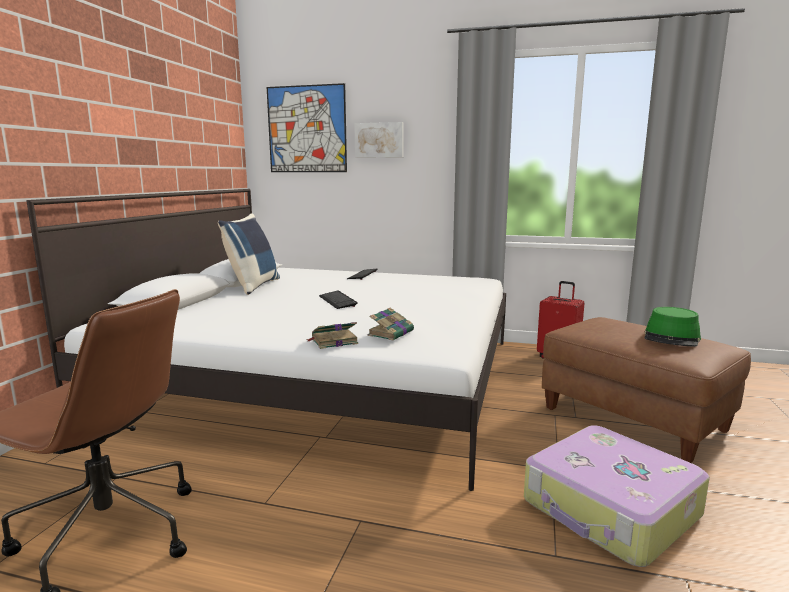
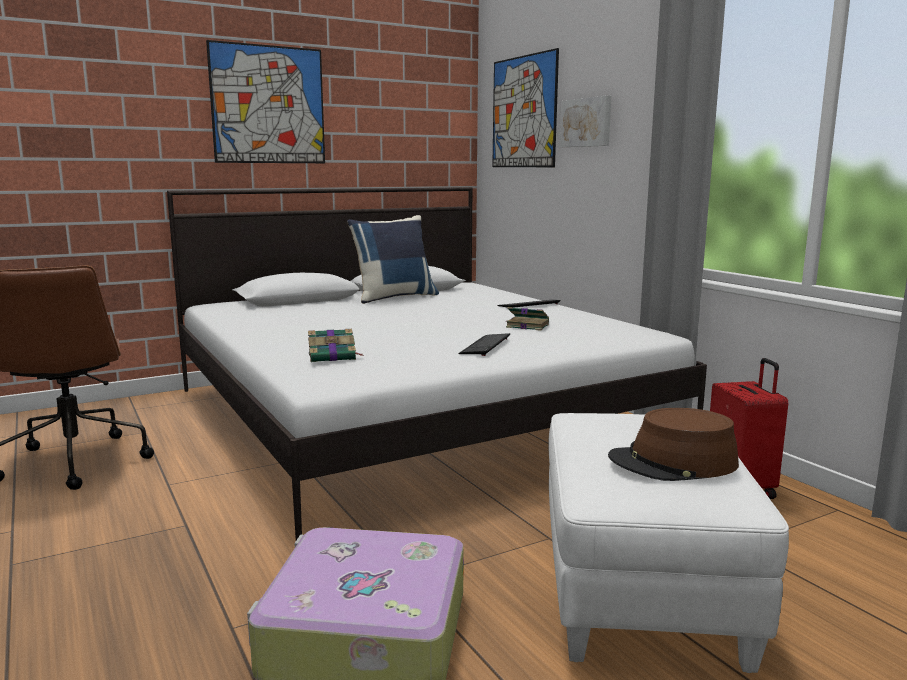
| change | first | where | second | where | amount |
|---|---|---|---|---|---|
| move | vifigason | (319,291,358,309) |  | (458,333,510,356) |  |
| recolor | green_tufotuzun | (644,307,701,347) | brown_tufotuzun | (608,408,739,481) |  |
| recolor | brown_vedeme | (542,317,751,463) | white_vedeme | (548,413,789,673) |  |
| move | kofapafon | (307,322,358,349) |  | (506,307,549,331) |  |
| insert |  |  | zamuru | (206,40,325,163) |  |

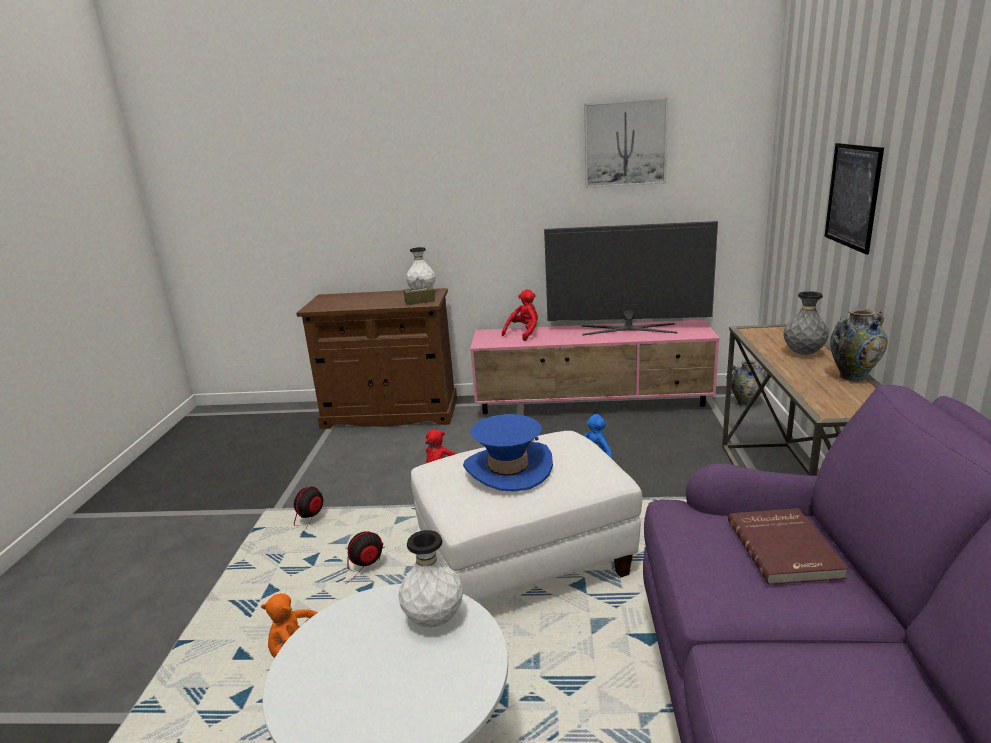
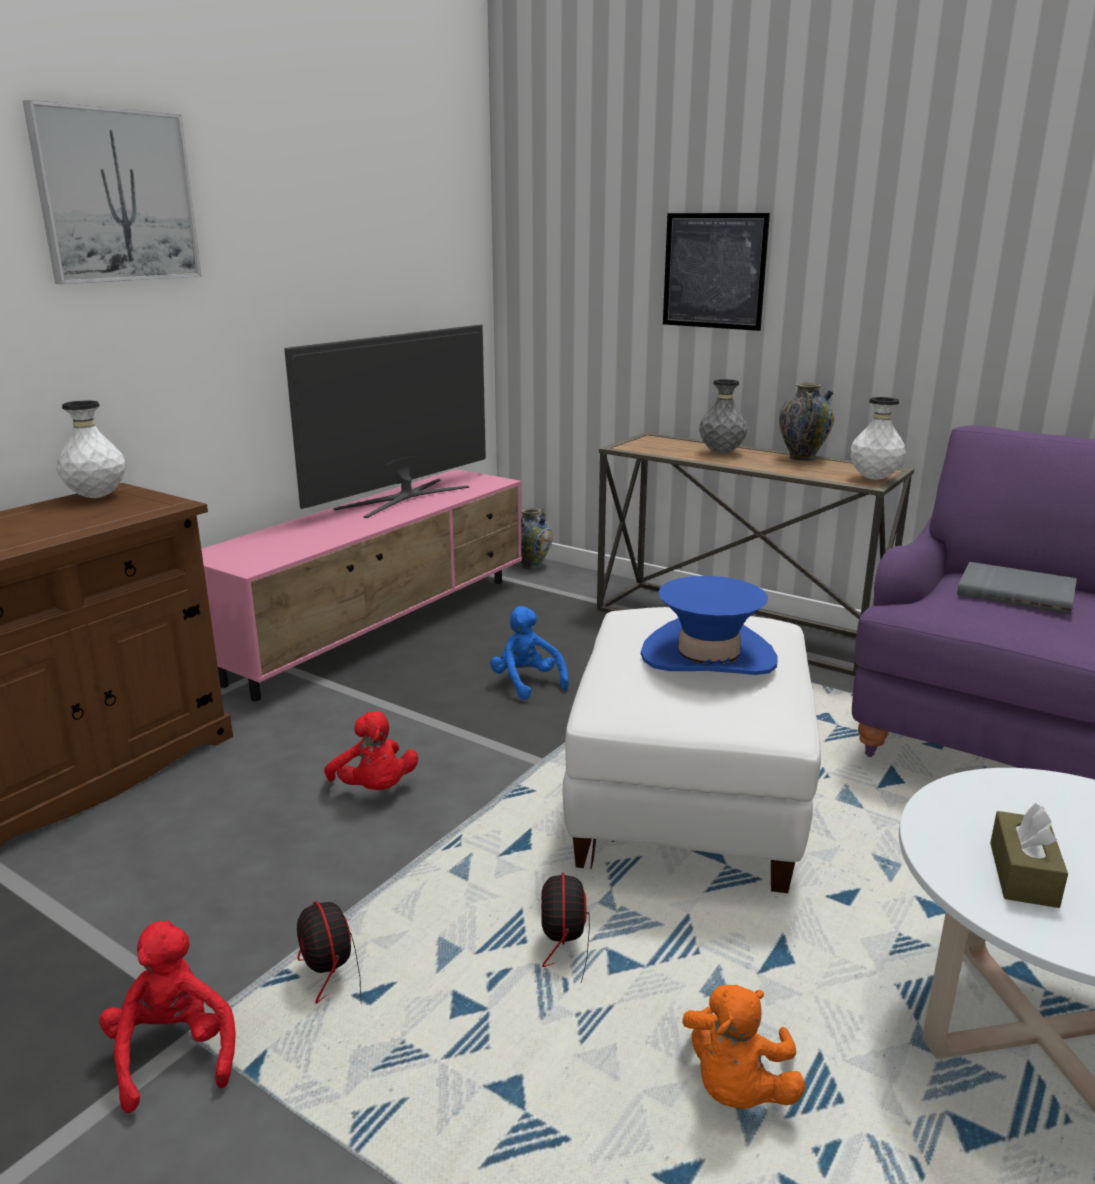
| change | first | where | second | where | amount |
|---|---|---|---|---|---|
| move | zamuru | (584,98,668,188) |  | (23,100,202,284) |  |
| move | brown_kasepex | (404,278,435,305) |  | (990,803,1068,908) |  |
| move | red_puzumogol | (502,289,538,341) |  | (99,920,236,1113) |  |
| recolor | red_kofapafon | (728,508,848,585) | grey_kofapafon | (957,562,1077,614) |  |
| move | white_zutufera | (398,530,463,627) |  | (850,397,906,480) |  |

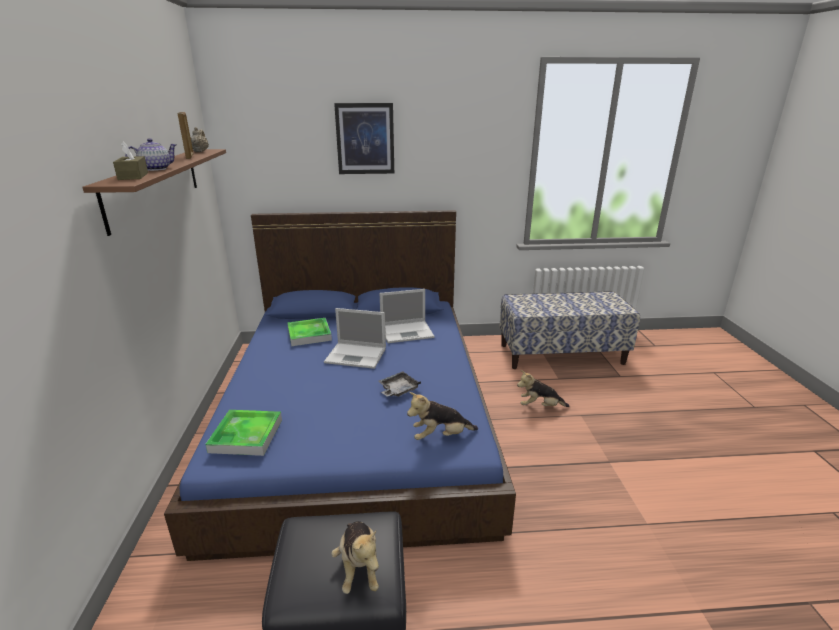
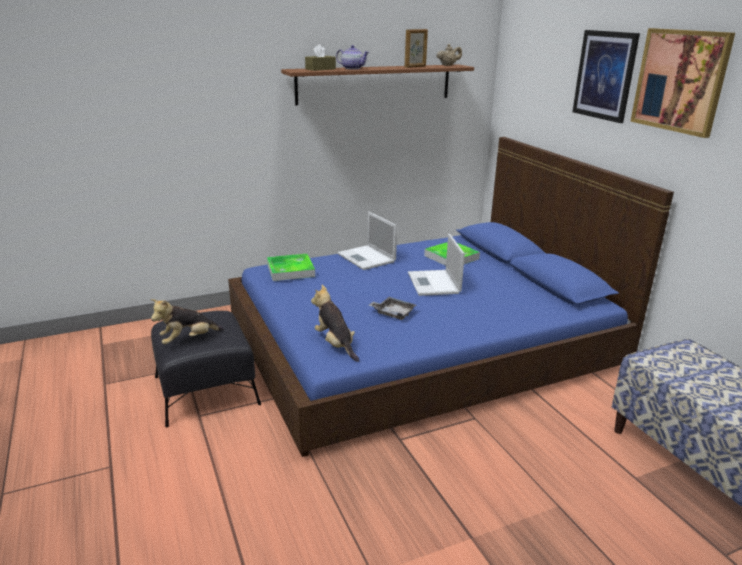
| change | first | where | second | where | amount |
|---|---|---|---|---|---|
| move | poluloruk | (380,289,435,343) |  | (337,212,397,270) |  |
| delete | puzumogol | (517,370,569,407) |  |  |  |
| insert |  |  | zamuru | (630,28,735,138) |  |

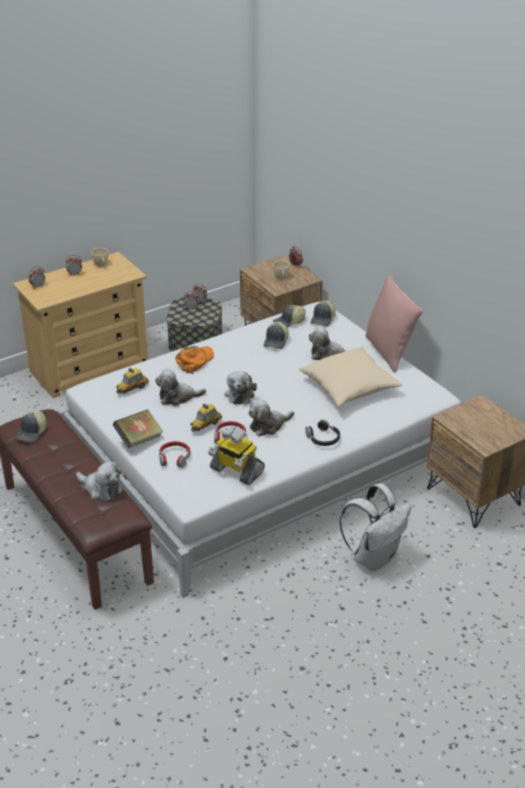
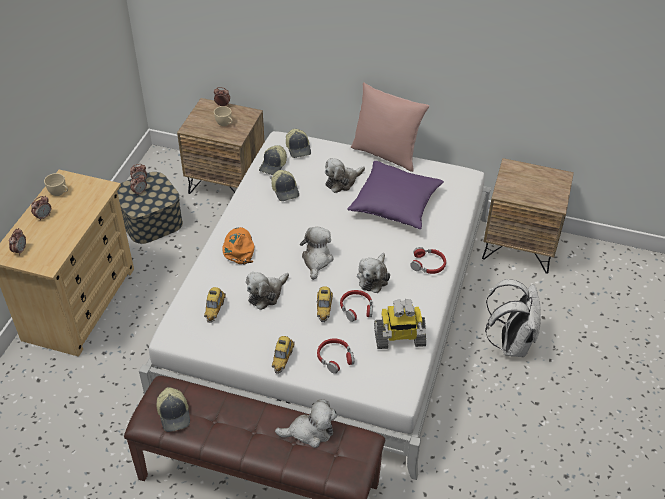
| change | first | where | second | where | amount |
|---|---|---|---|---|---|
| recolor | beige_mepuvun | (299,347,402,407) | purple_mepuvun | (347,161,444,229) |  |
| rotate | puzumogol | (224,371,257,404) |  | (300,227,333,280) | 135 degrees counterclockwise |
| replace | kofapafon | (113,409,163,448) | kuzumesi | (272,336,295,374) |  |
| recolor | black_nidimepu | (305,419,340,446) | red_nidimepu | (410,247,446,274) |  |

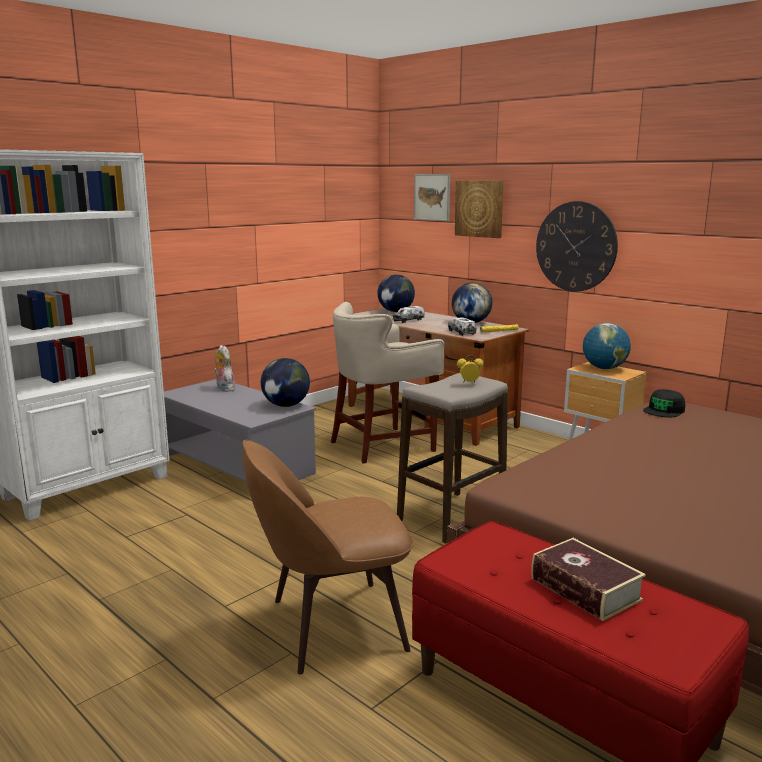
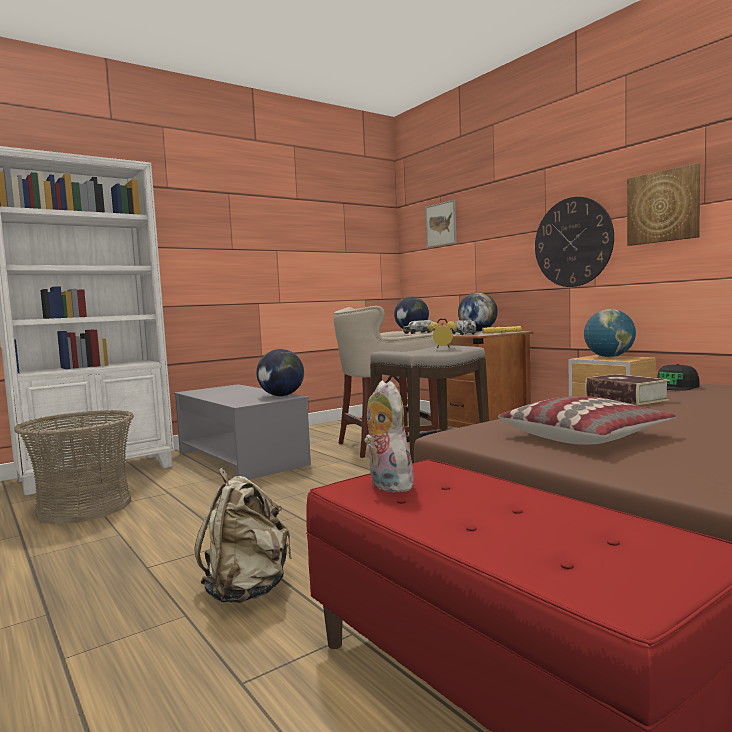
| change | first | where | second | where | amount |
|---|---|---|---|---|---|
| move | zamuru | (455,180,504,238) |  | (627,163,700,246) |  |
| move | puzumogol | (214,345,235,392) |  | (364,381,417,493) |  |
| replace | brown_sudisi | (242,440,414,675) | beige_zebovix | (194,468,292,603) |  |
| move | kofapafon | (531,538,646,621) |  | (585,374,670,405) |  |
| insert |  |  | mepuvun | (498,396,676,445) |  |
| insert |  |  | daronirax | (14,410,134,524) |  |

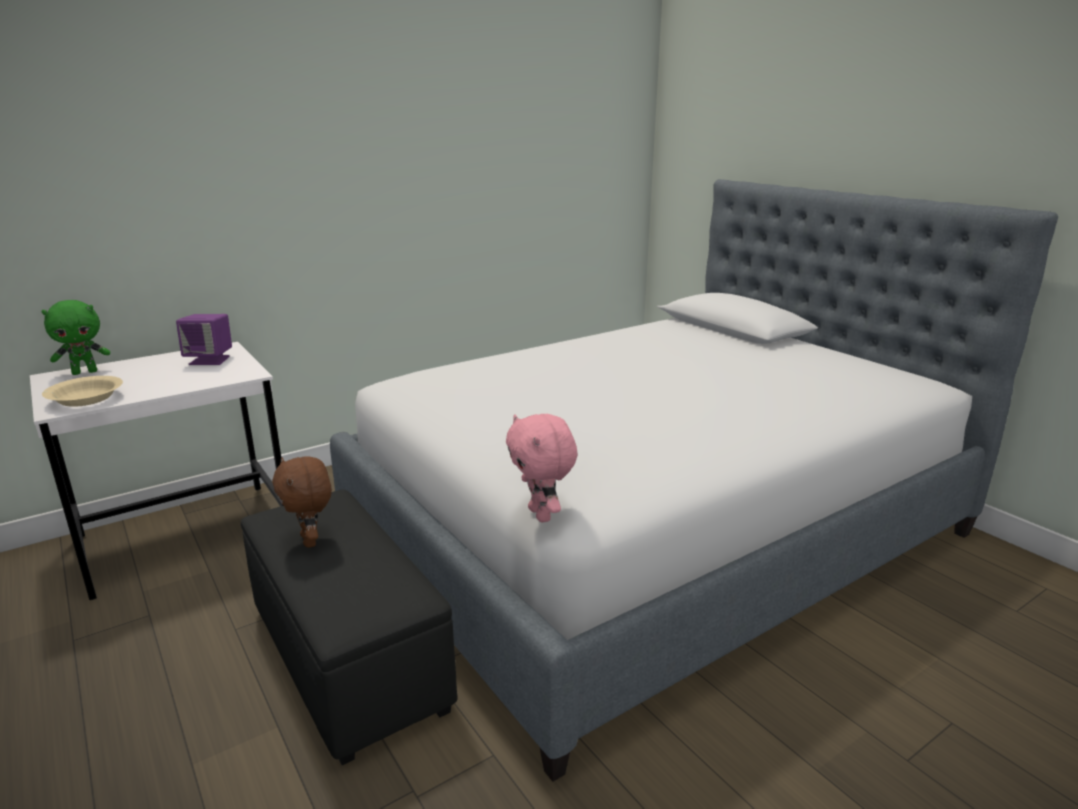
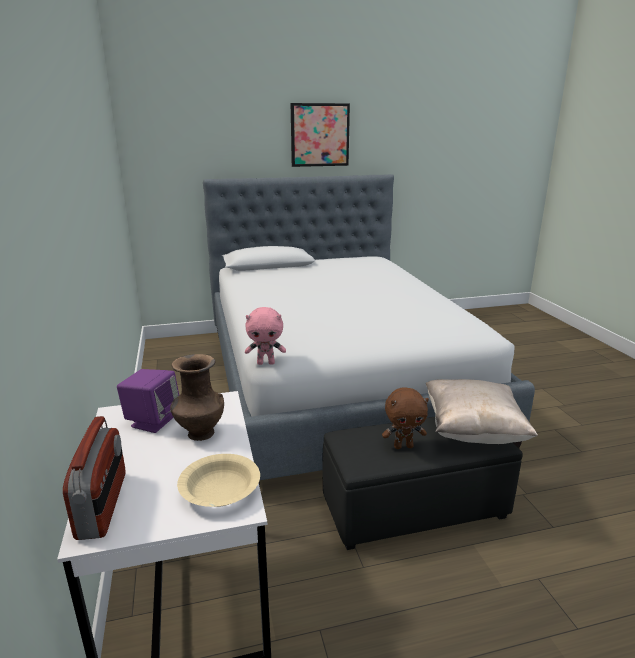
| change | first | where | second | where | amount |
|---|---|---|---|---|---|
| replace | green_puzumogol | (42,300,110,375) | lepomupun | (63,416,126,540) |  |
| move | pink_puzumogol | (506,414,578,522) |  | (245,307,286,365) |  |
| insert |  |  | zamuru | (291,103,350,167) |  |
| insert |  |  | brown_zutufera | (170,354,224,441) |  |
| insert |  |  | beige_mepuvun | (426,379,538,444) |  |

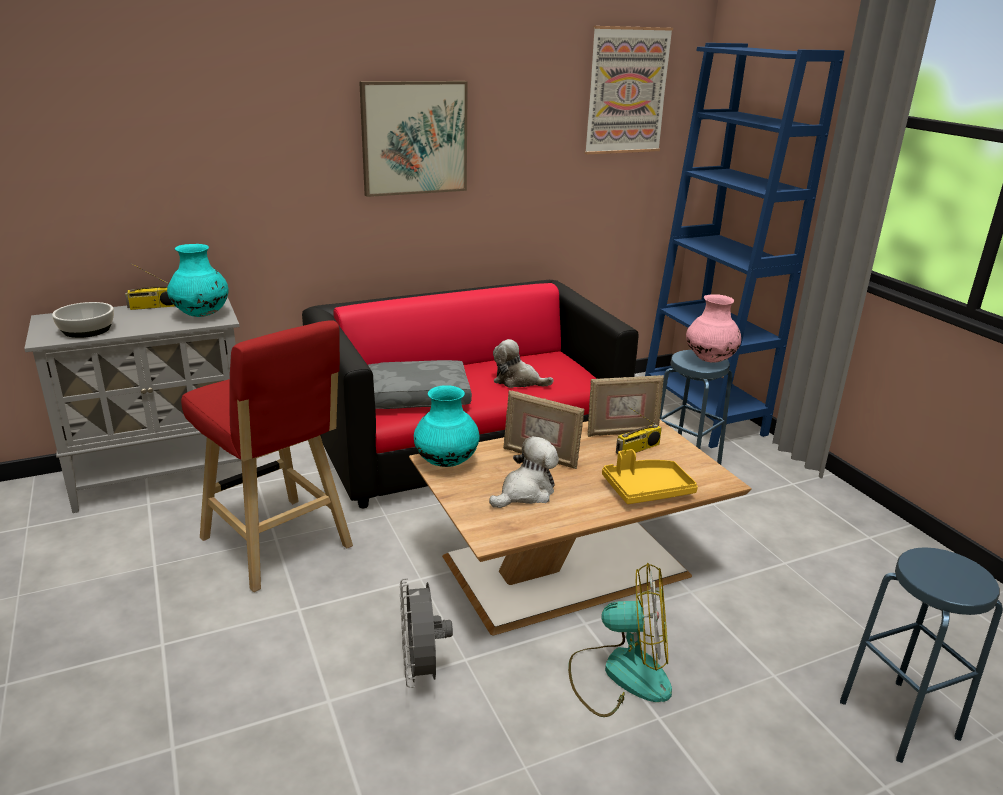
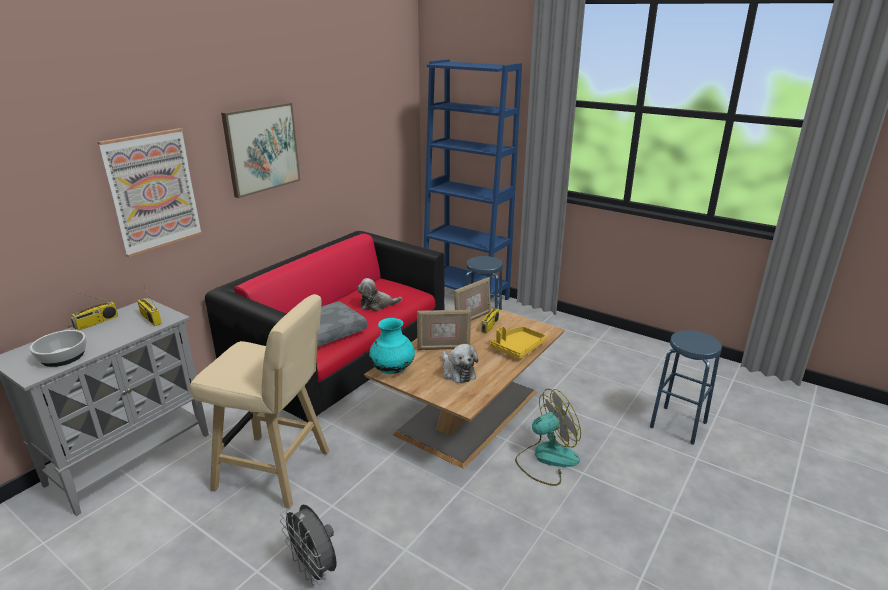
| change | first | where | second | where | amount |
|---|---|---|---|---|---|
| move | zamuru | (585,26,673,154) |  | (98,128,202,257) |  |
| replace | turquoise_zutufera | (167,244,228,317) | lepomupun | (137,281,162,326) |  |
| delete | pink_zutufera | (686,294,741,363) |  |  |  |
| recolor | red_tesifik | (181,320,353,592) | beige_tesifik | (190,294,329,508) |  |
| rotate | puzumogol | (489,436,559,508) |  | (442,344,478,384) | 135 degrees clockwise |
| move | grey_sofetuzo | (400,578,453,688) |  | (280,504,337,586) |  |

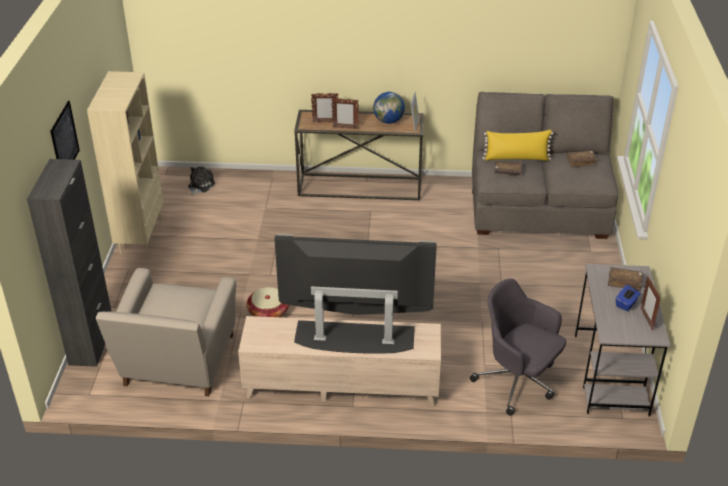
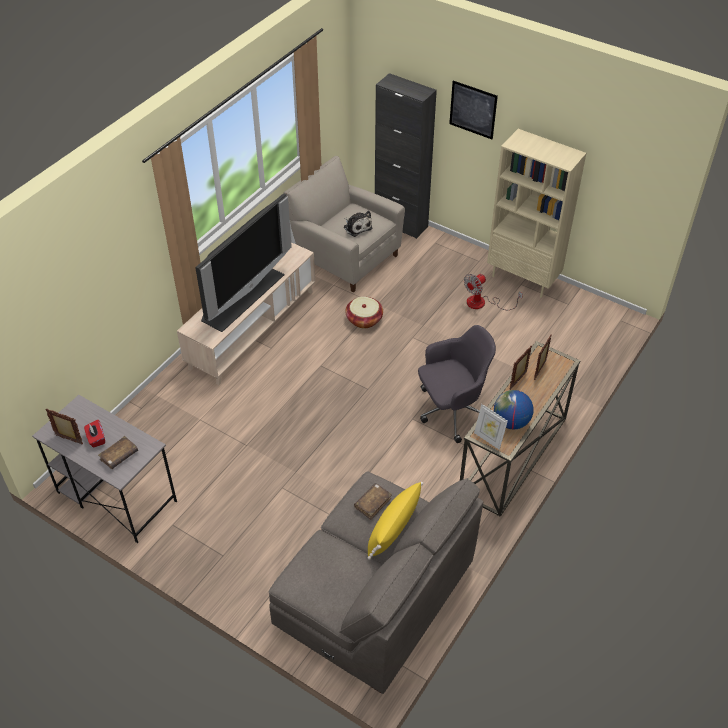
| change | first | where | second | where | amount |
|---|---|---|---|---|---|
| delete | brown_kofapafon | (567,150,598,167) |  |  |  |
| move | puzumogol | (188,167,215,196) |  | (344,211,372,237) |  |
| move | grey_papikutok | (470,278,566,416) |  | (418,325,496,443) |  |
| recolor | blue_kasepex | (616,285,640,311) | red_kasepex | (84,420,105,448) |  |
| insert |  |  | sofetuzo | (464,274,523,310) |  |

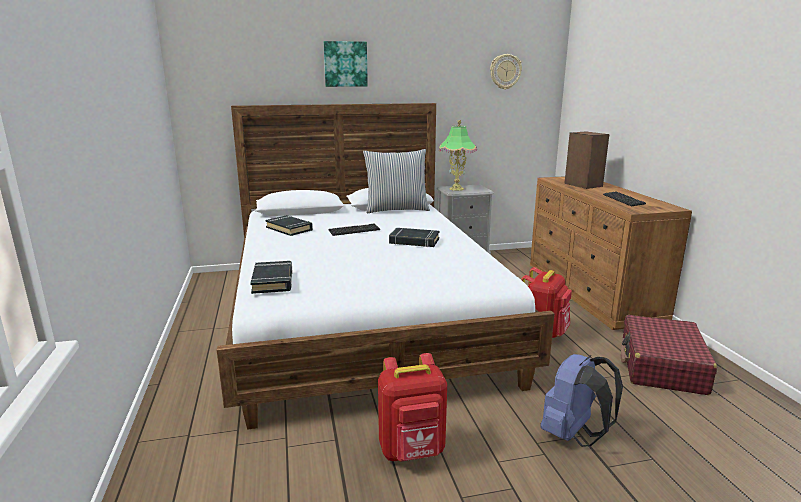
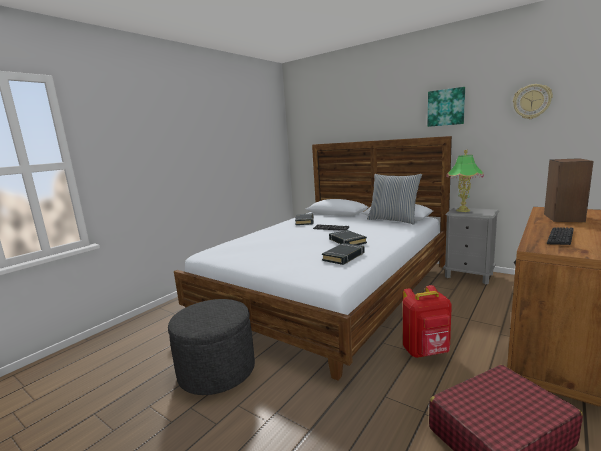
| change | first | where | second | where | amount |
|---|---|---|---|---|---|
| move | zamuru | (324,41,368,87) |  | (428,87,465,127) |  |
| move | black_kofapafon | (250,261,293,294) |  | (322,243,365,265) |  |
| replace | red_zebovix | (378,353,447,462) | grey_vedeme | (168,299,255,395) |  |
| delete | blue_zebovix | (540,354,623,447) |  |  |  |

